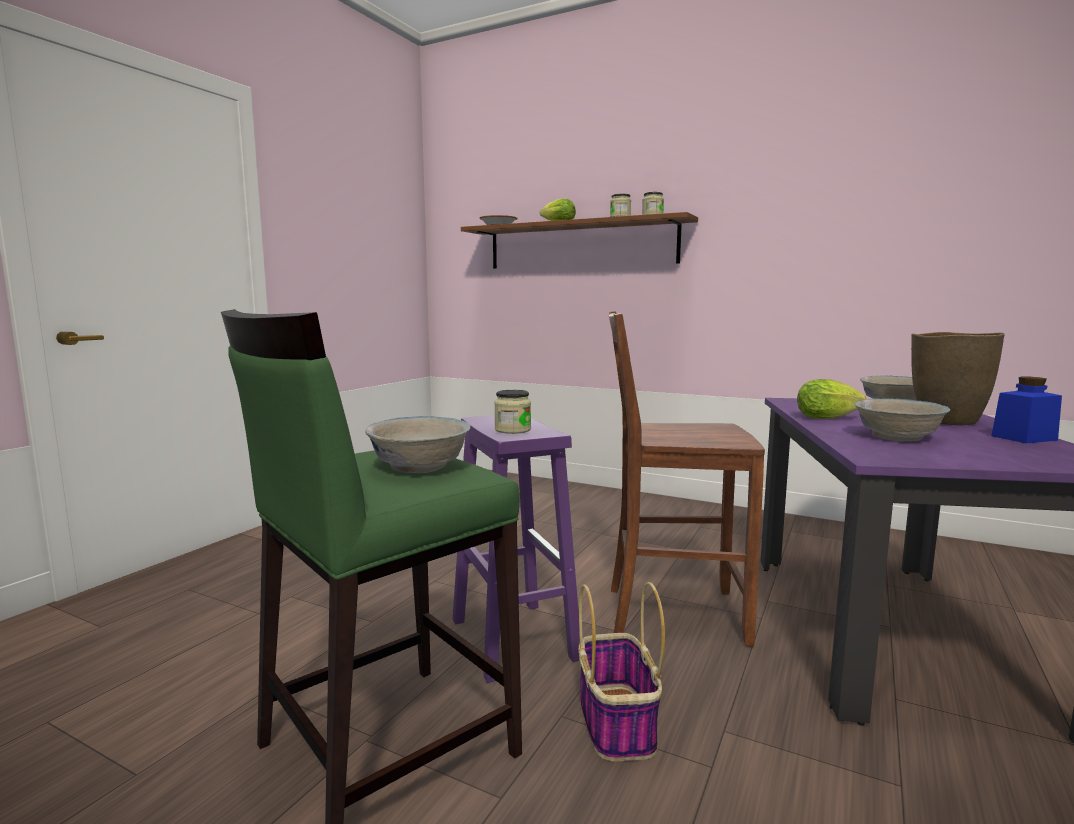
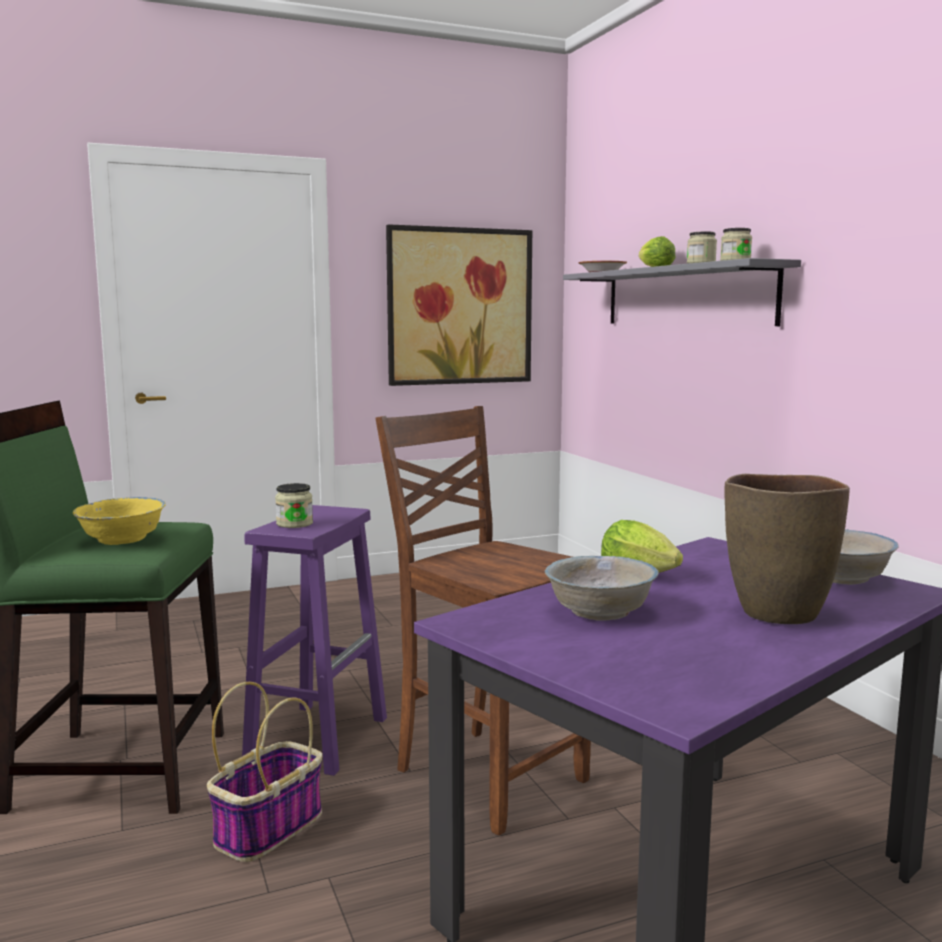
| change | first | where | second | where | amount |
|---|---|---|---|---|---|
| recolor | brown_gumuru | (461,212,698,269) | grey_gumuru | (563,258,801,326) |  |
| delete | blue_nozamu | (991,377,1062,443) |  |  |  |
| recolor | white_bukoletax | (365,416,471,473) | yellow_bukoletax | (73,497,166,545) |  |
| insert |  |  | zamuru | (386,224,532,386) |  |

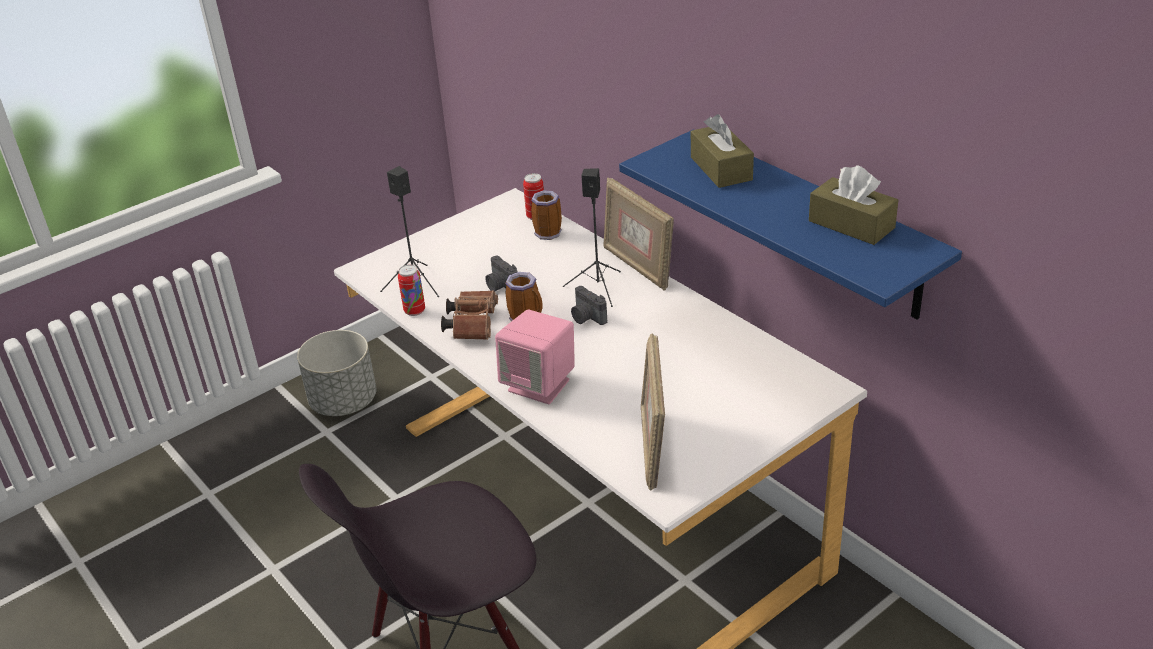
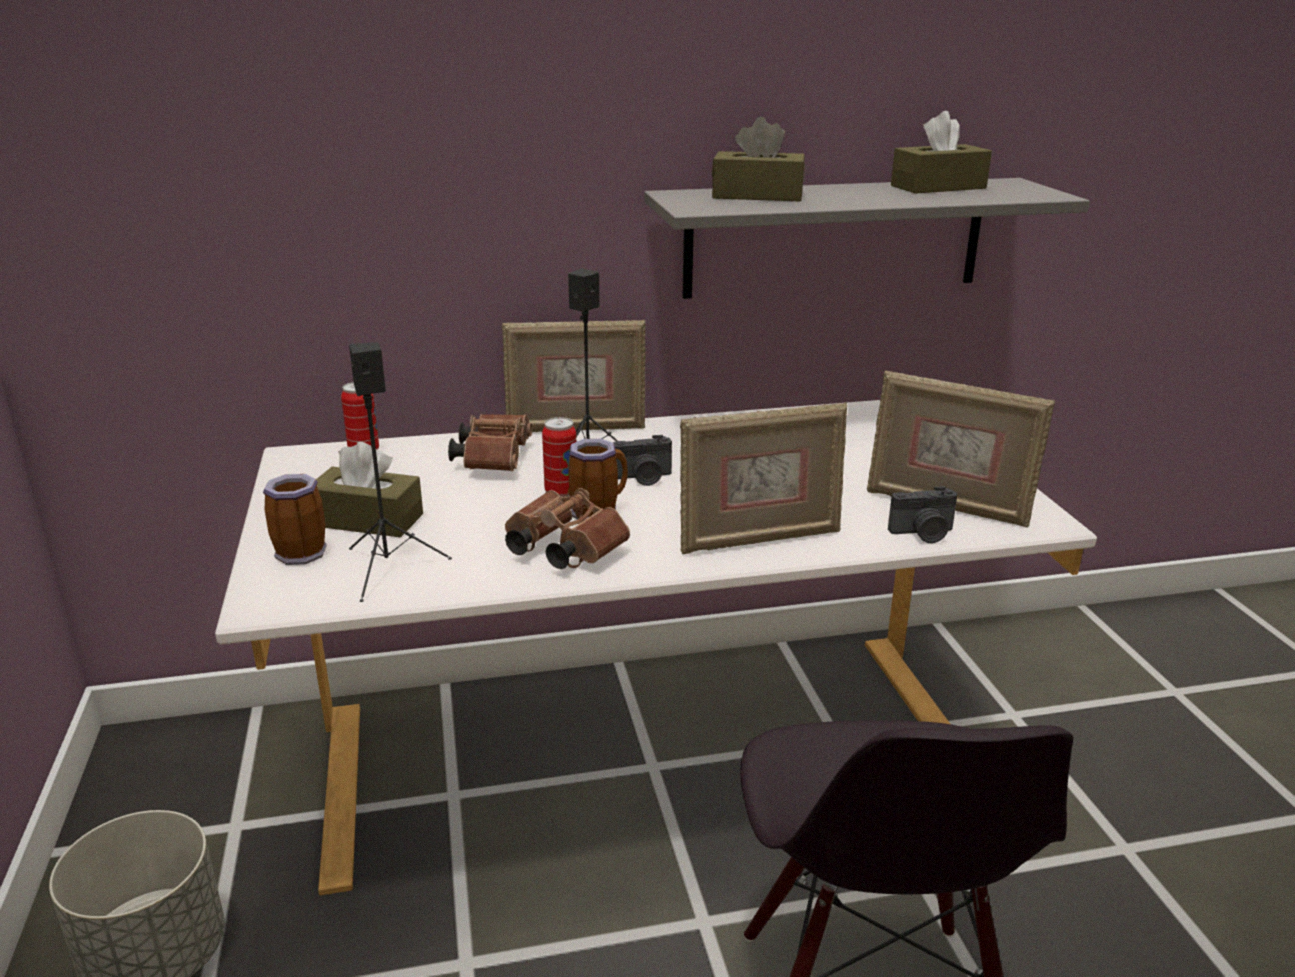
| change | first | where | second | where | amount |
|---|---|---|---|---|---|
| recolor | blue_gumuru | (619,130,962,320) | grey_gumuru | (644,178,1090,299) |  |
| move | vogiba | (531,190,562,240) |  | (263,474,327,565) |  |
| move | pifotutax | (485,255,517,292) |  | (888,486,957,543) |  |
| move | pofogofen | (398,265,425,316) |  | (542,417,576,497) |  |
| replace | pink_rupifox | (495,309,575,404) | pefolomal | (680,402,847,554) |  |
| insert |  |  | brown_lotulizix | (448,414,532,471) |  |
| insert |  |  | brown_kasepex | (316,442,423,538) |  |

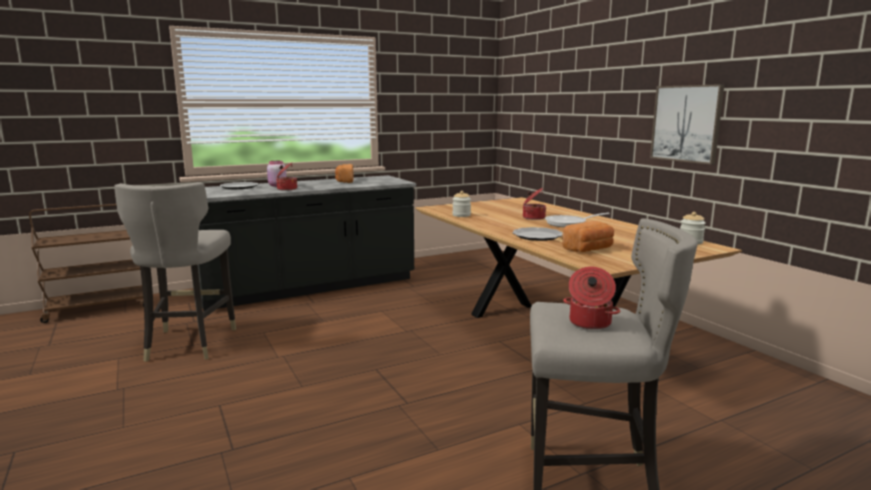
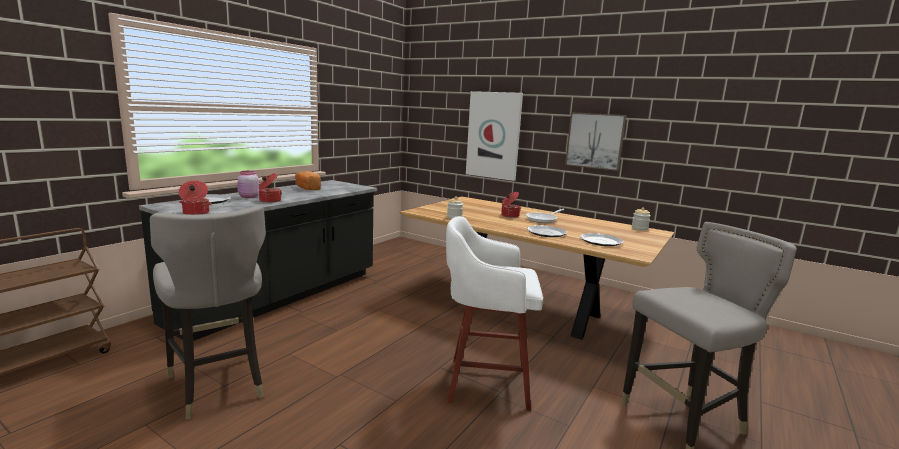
| change | first | where | second | where | amount |
|---|---|---|---|---|---|
| replace | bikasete | (562,221,614,252) | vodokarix | (580,233,624,246) |  |
| move | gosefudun | (563,267,620,330) |  | (179,180,212,215) |  |
| insert |  |  | zamuru | (466,91,523,181) |  |
| insert |  |  | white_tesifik | (446,216,543,411) |  |

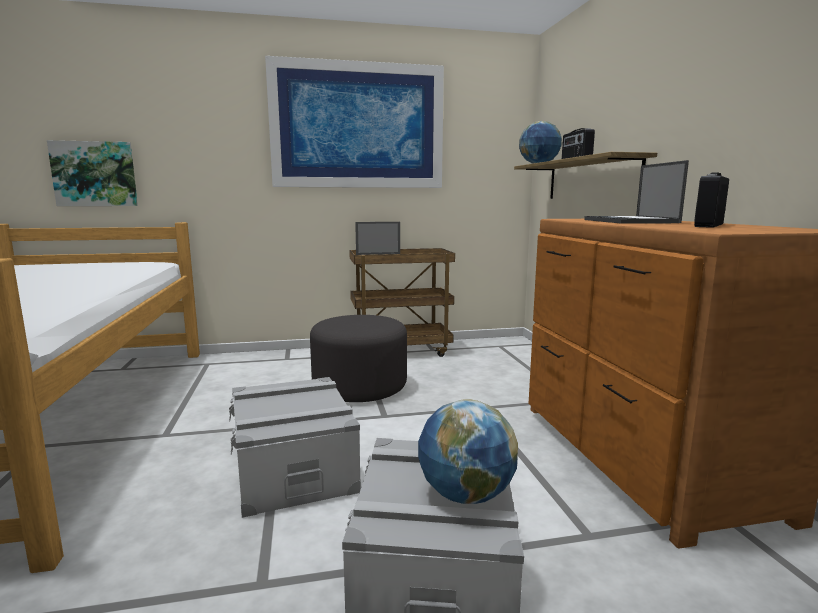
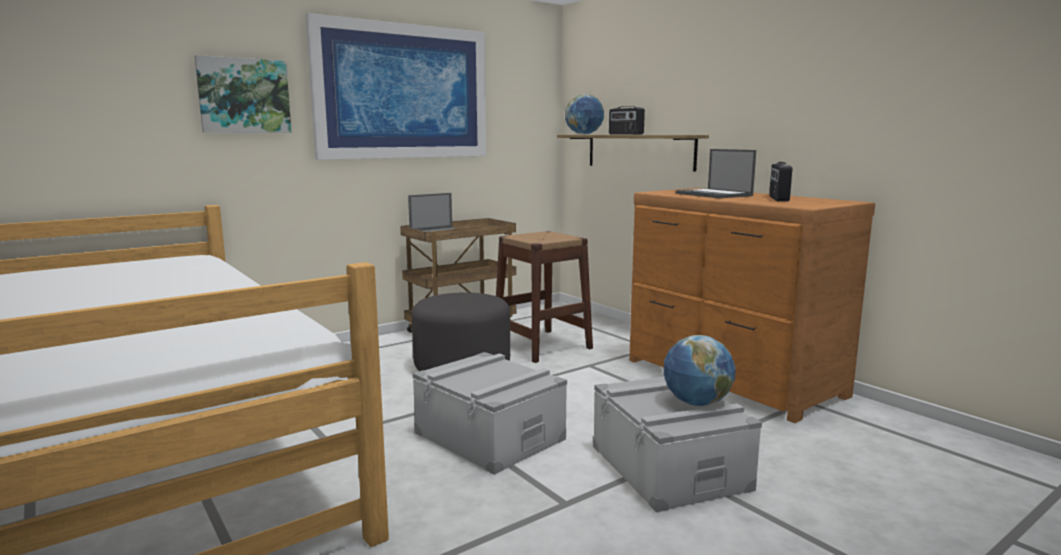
| change | first | where | second | where | amount |
|---|---|---|---|---|---|
| move | zamuru | (47,140,138,206) |  | (195,55,292,133) |  |
| insert |  |  | brown_tesifik | (496,231,593,363) |  |

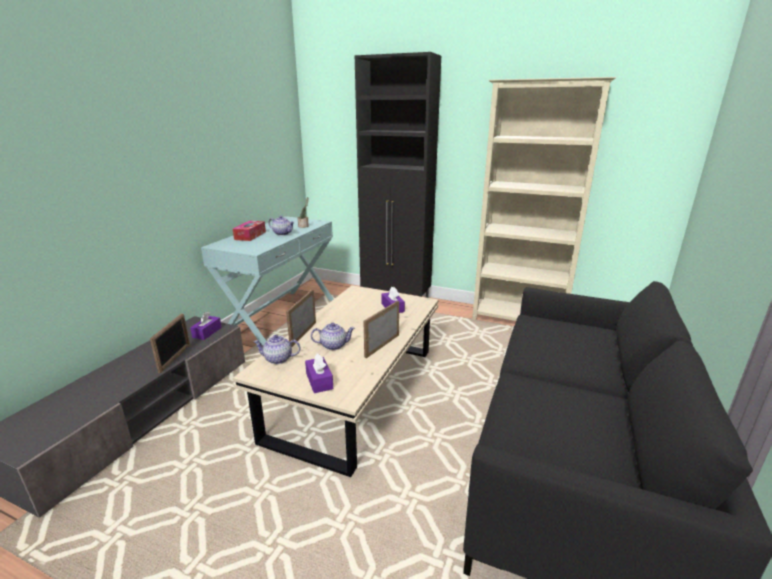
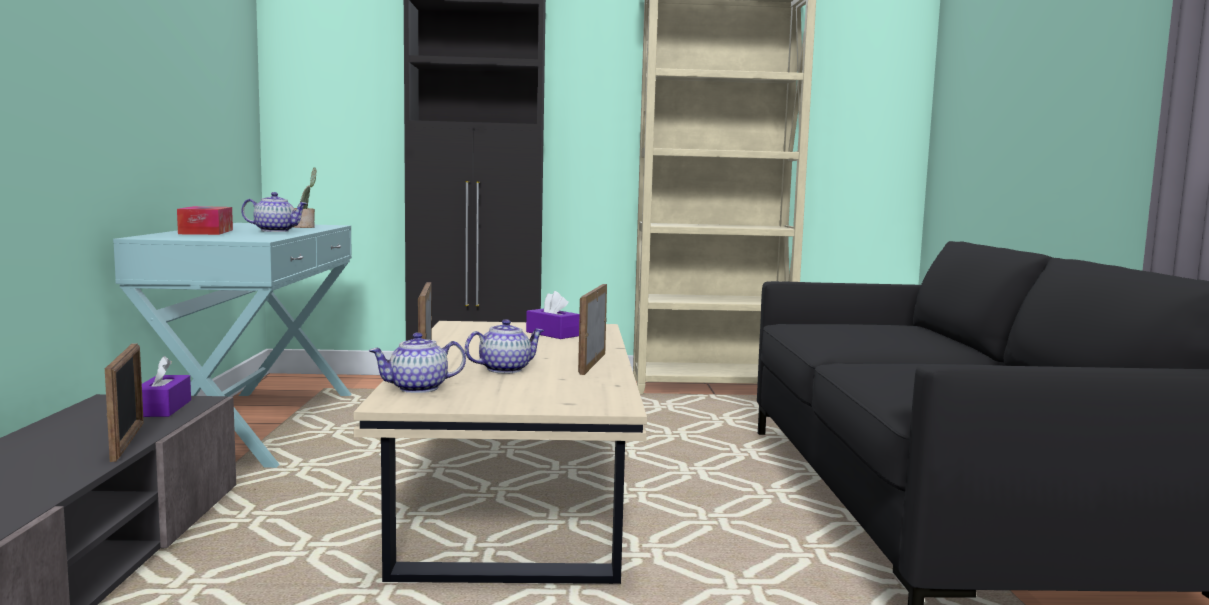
| change | first | where | second | where | amount |
|---|---|---|---|---|---|
| delete | purple_kasepex | (305,353,333,393) |  |  |  |

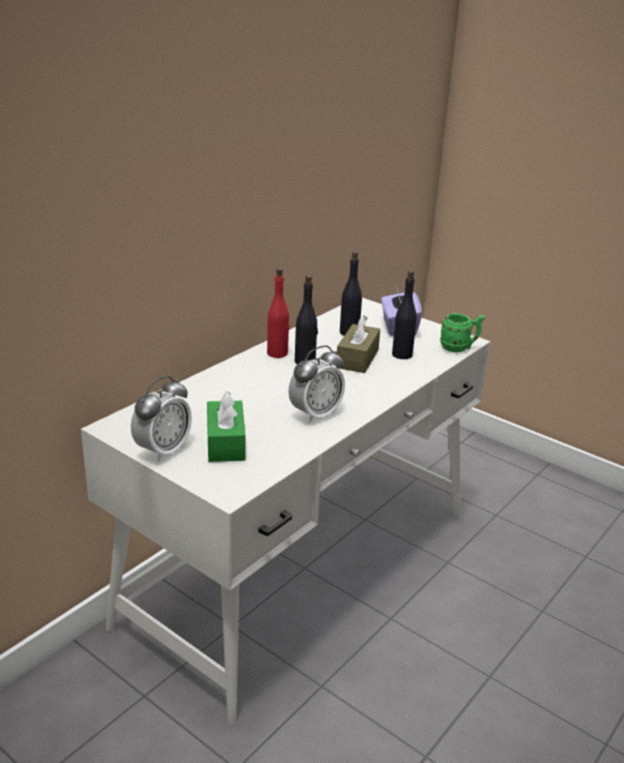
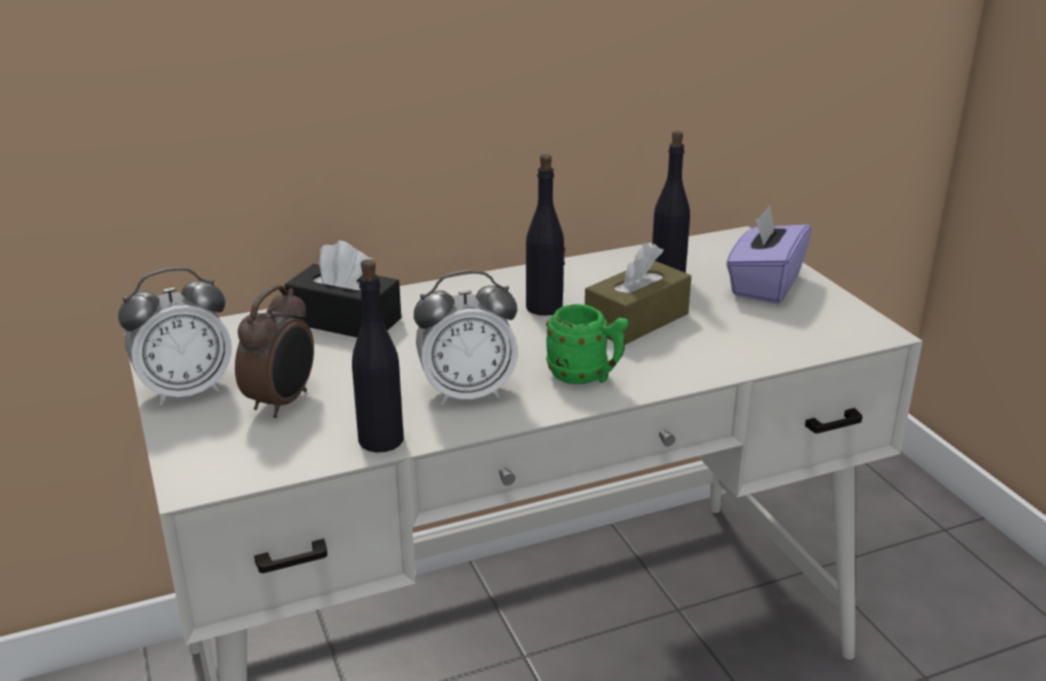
| change | first | where | second | where | amount |
|---|---|---|---|---|---|
| delete | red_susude | (267,268,290,358) |  |  |  |
| move | black_susude | (392,270,417,359) |  | (352,259,404,453) |  |
| move | green_vogiba | (440,313,485,352) |  | (546,304,628,384) |  |
| replace | green_kasepex | (207,391,246,462) | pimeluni | (235,285,314,418) |  |
| insert |  |  | black_kasepex | (285,240,401,337) |  |

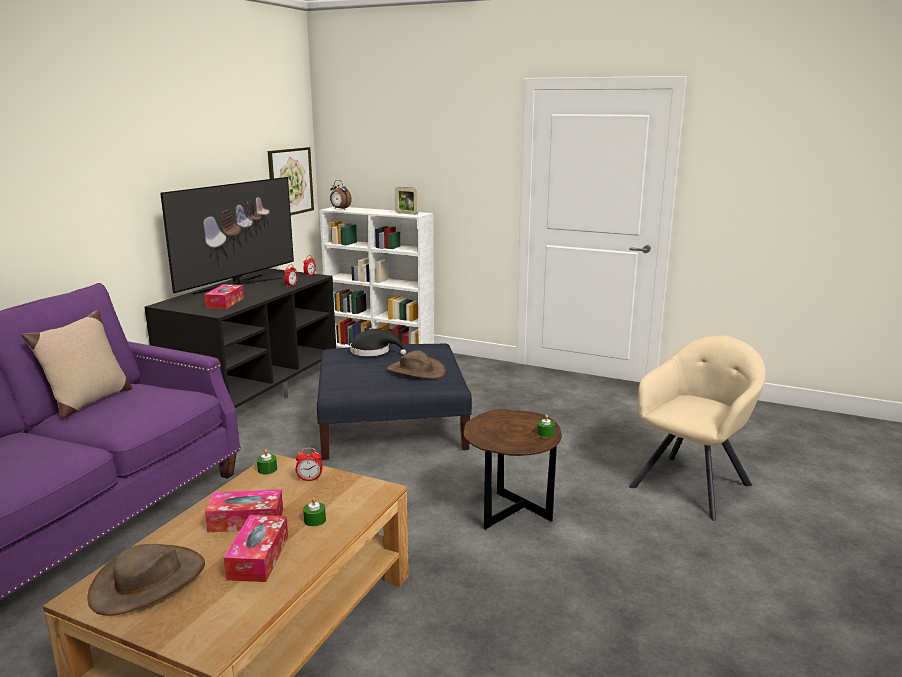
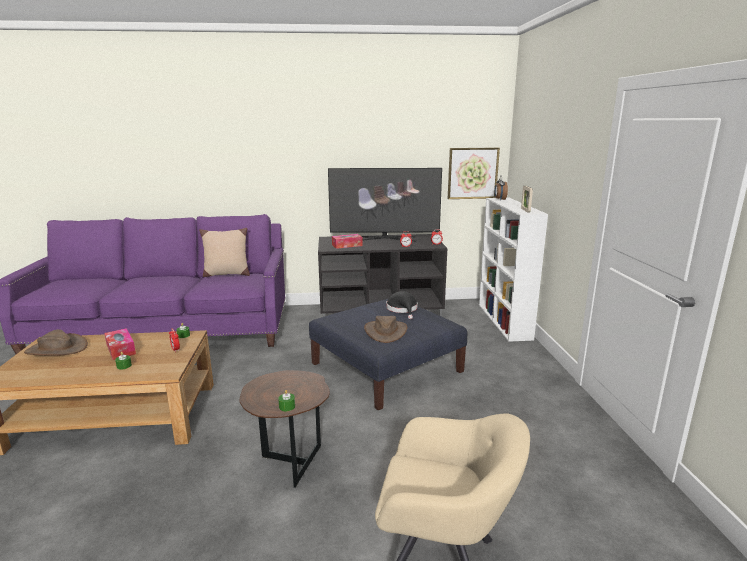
| change | first | where | second | where | amount |
|---|---|---|---|---|---|
| delete | kasepex | (224,515,288,582) |  |  |  |

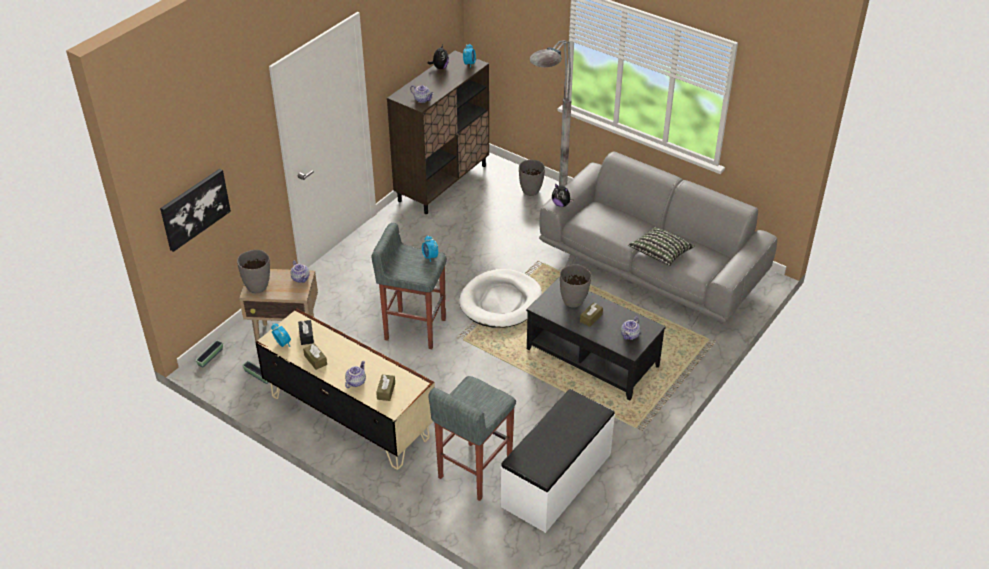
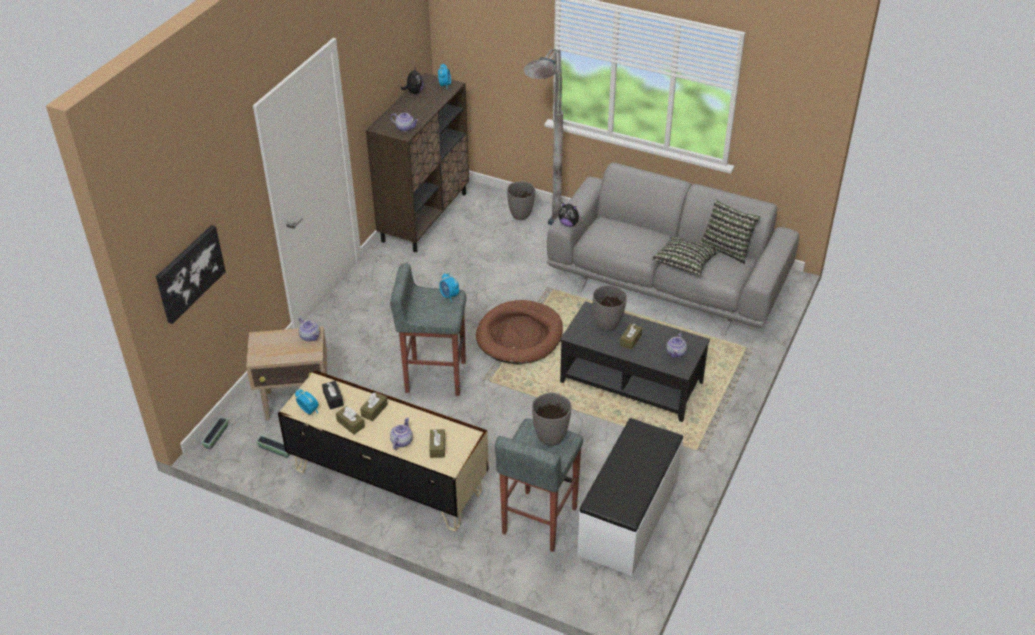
| change | first | where | second | where | amount |
|---|---|---|---|---|---|
| move | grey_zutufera | (237,250,270,293) |  | (532,392,572,446) |  |
| recolor | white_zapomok | (459,269,542,328) | brown_zapomok | (476,300,563,364) |  |
| insert |  |  | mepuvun | (700,199,761,264) |  |
| insert |  |  | brown_kasepex | (360,392,388,421) |  |

